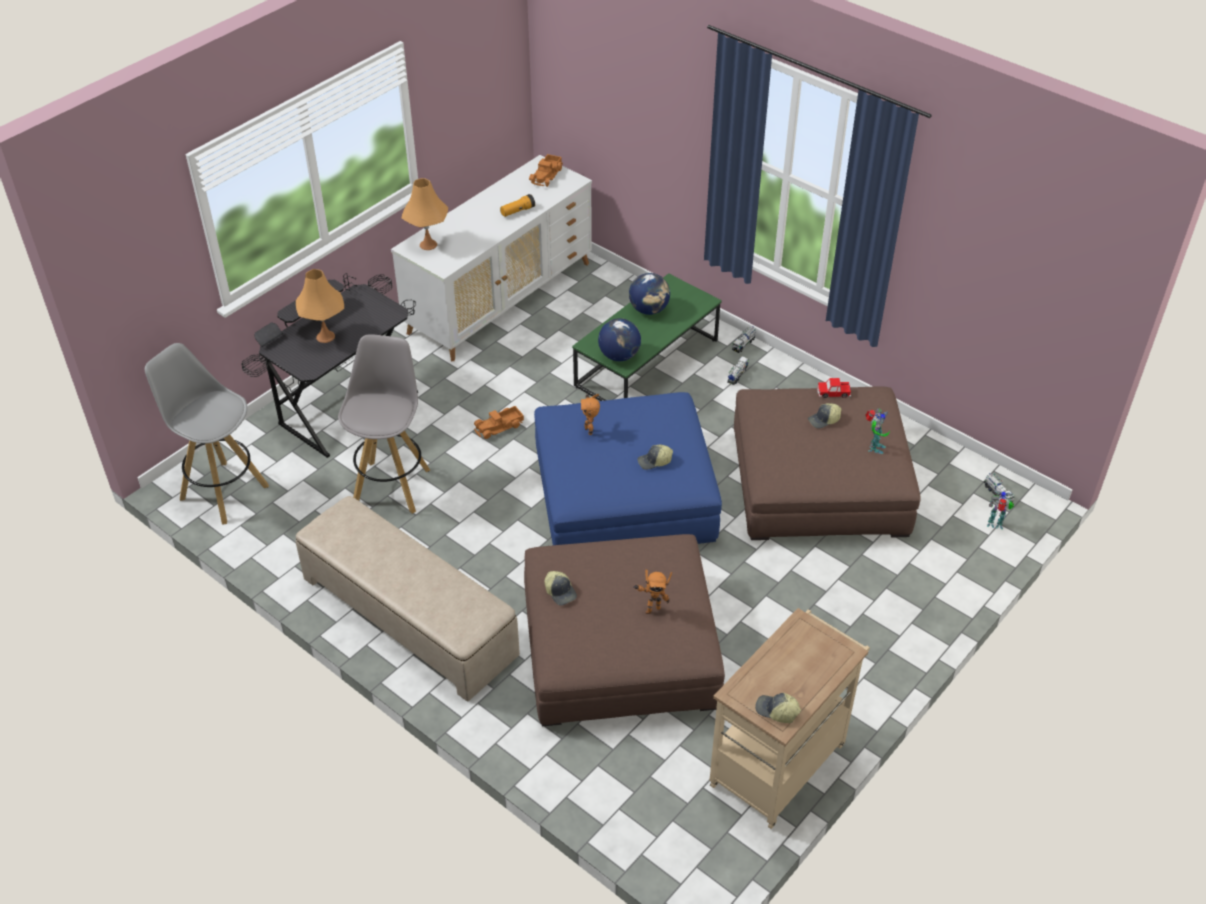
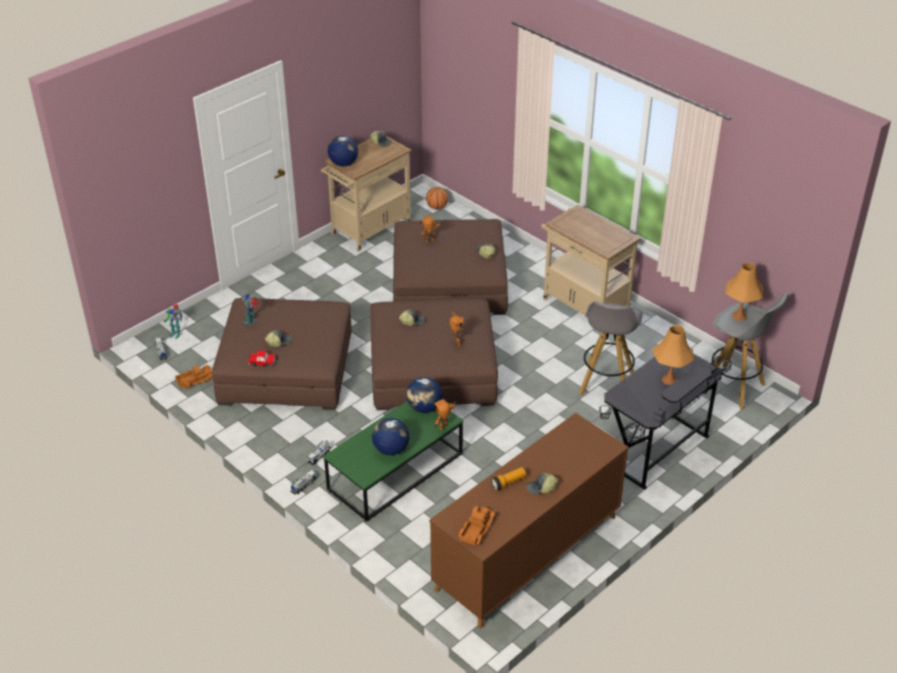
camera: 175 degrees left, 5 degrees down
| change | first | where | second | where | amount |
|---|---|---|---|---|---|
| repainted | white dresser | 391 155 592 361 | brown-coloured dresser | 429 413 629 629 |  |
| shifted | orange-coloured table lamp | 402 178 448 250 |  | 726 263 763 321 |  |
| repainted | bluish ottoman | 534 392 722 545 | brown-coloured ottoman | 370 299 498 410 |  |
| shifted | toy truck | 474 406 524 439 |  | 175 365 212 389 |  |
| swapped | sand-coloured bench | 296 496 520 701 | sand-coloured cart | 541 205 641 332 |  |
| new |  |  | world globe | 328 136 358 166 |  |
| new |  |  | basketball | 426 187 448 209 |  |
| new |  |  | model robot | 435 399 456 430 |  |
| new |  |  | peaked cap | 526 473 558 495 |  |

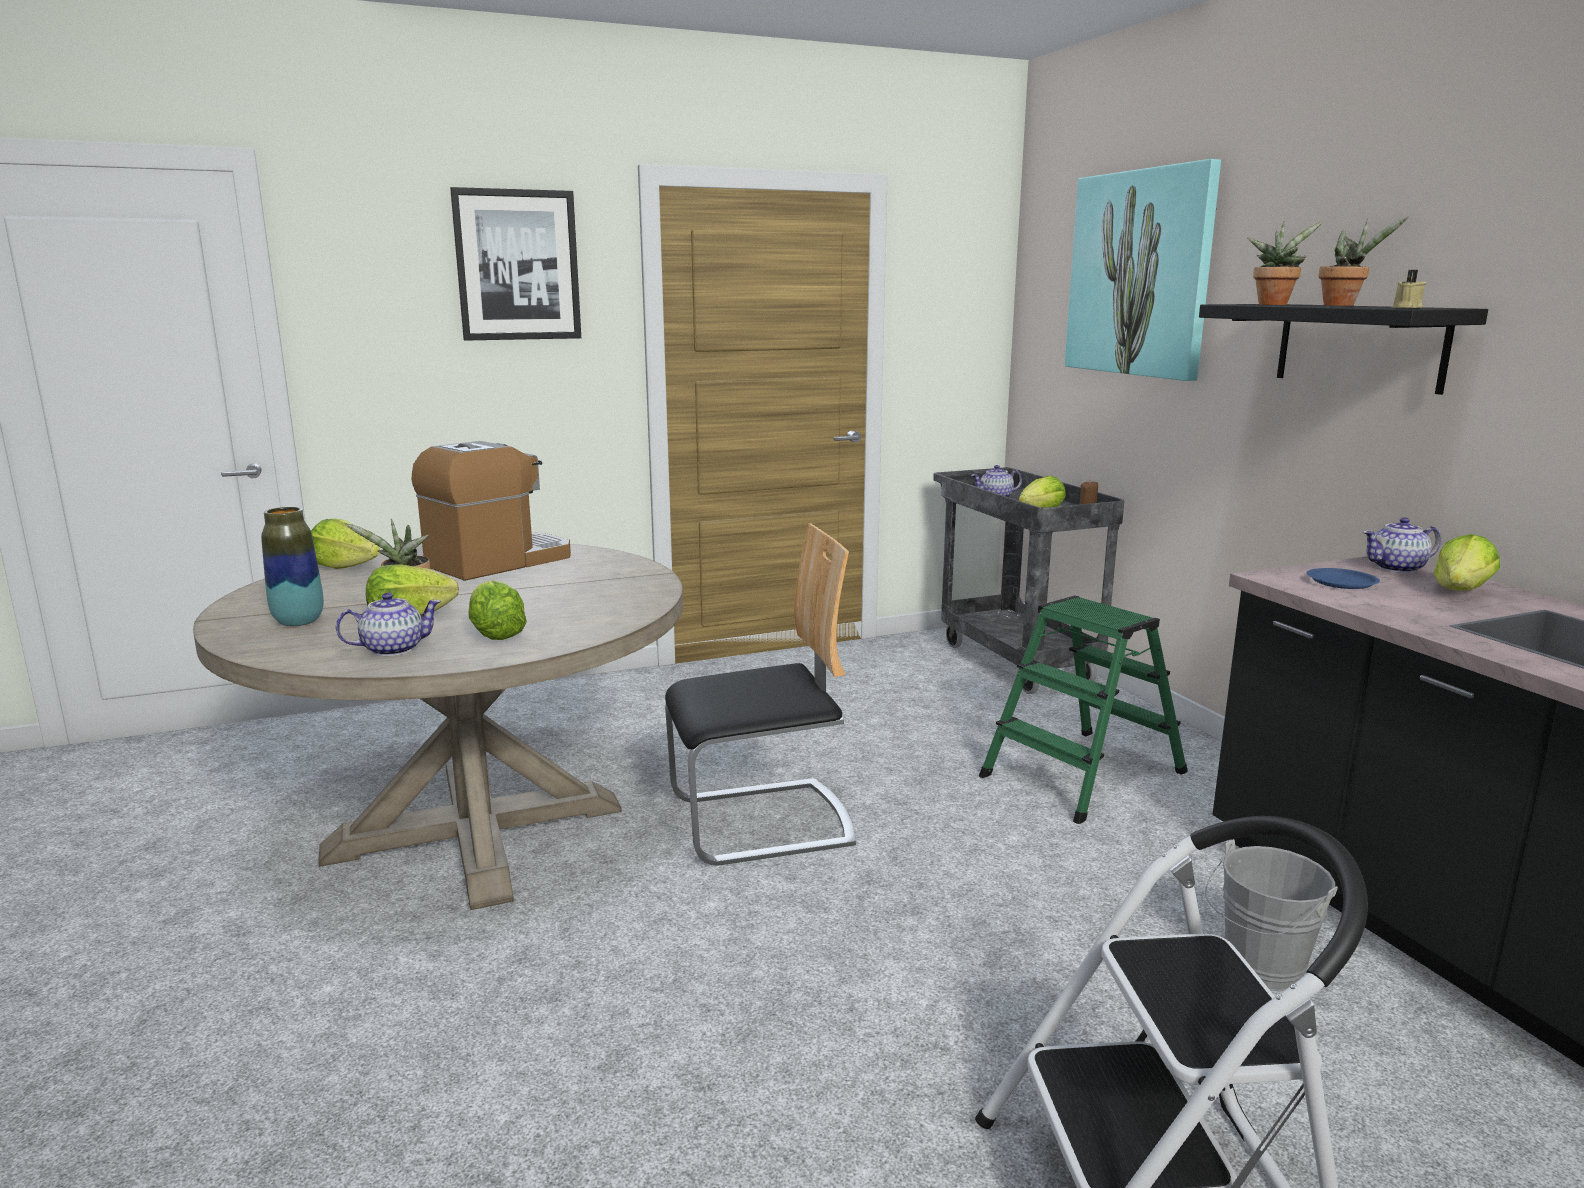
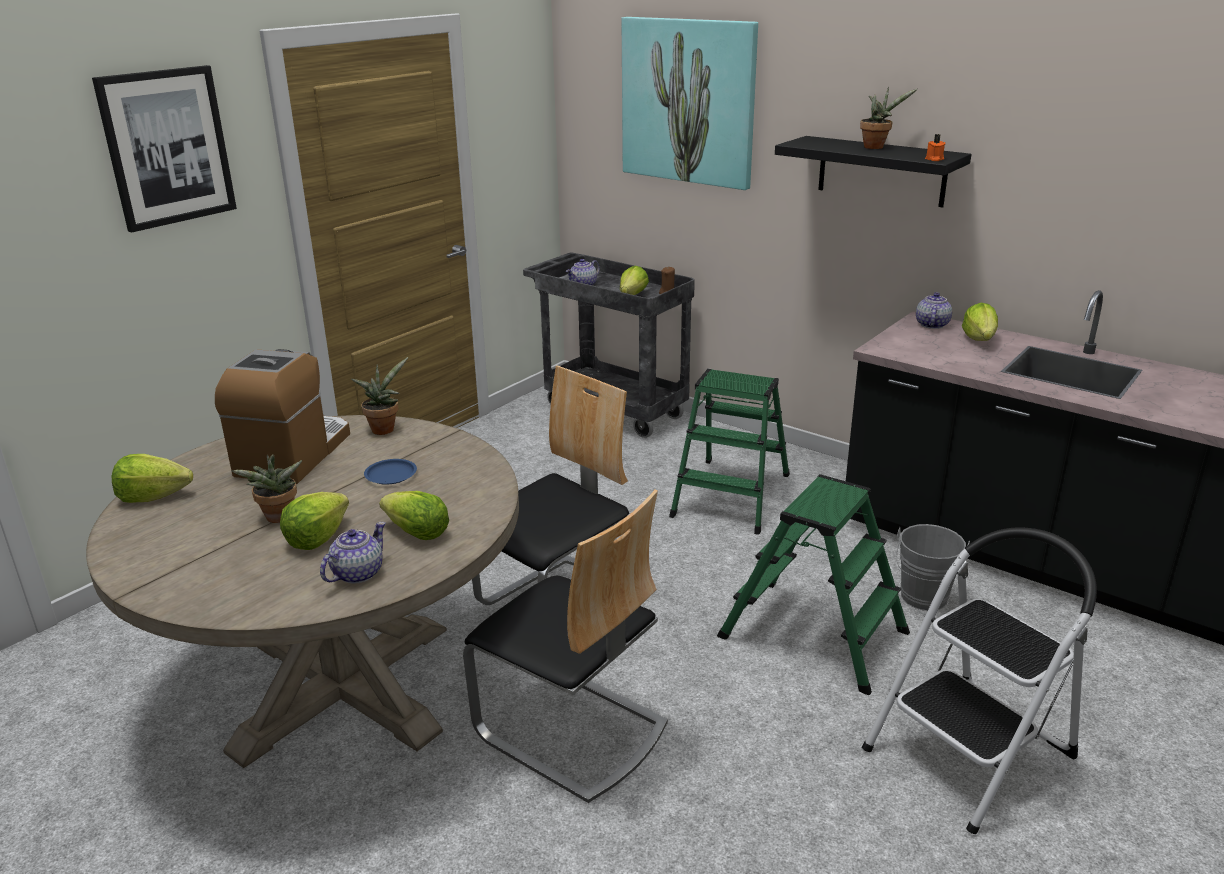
camera: 30 degrees left, 10 degrees up
| change | first | where | second | where | amount |
|---|---|---|---|---|---|
| shifted | houseplant | 1247 222 1323 305 |  | 351 357 408 435 |  |
| repainted | sand-coloured wax light | 1392 270 1426 308 | orange-coloured wax light | 925 134 946 161 |  |
| gone | vase | 261 507 324 626 |  |  |  |
| rotated | tea pot | 1363 517 1441 573 |  | 916 292 952 329 | 150 degrees clockwise |
| shifted | bluish flat dish | 1307 568 1380 589 |  | 364 459 417 485 |  |
| new |  |  | greenish step ladder | 717 474 910 695 |  |
| new |  |  | upright chair | 463 489 668 803 |  |

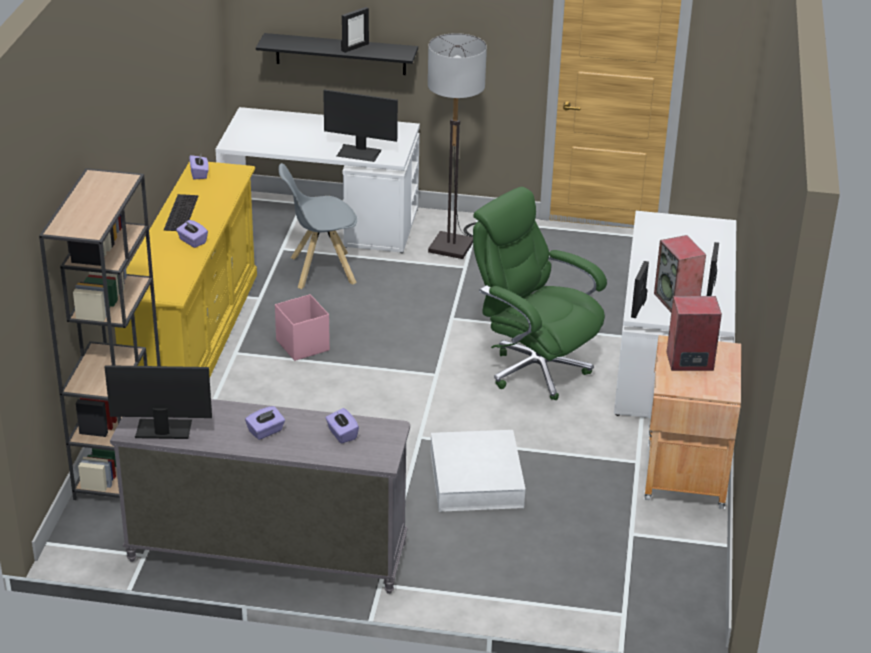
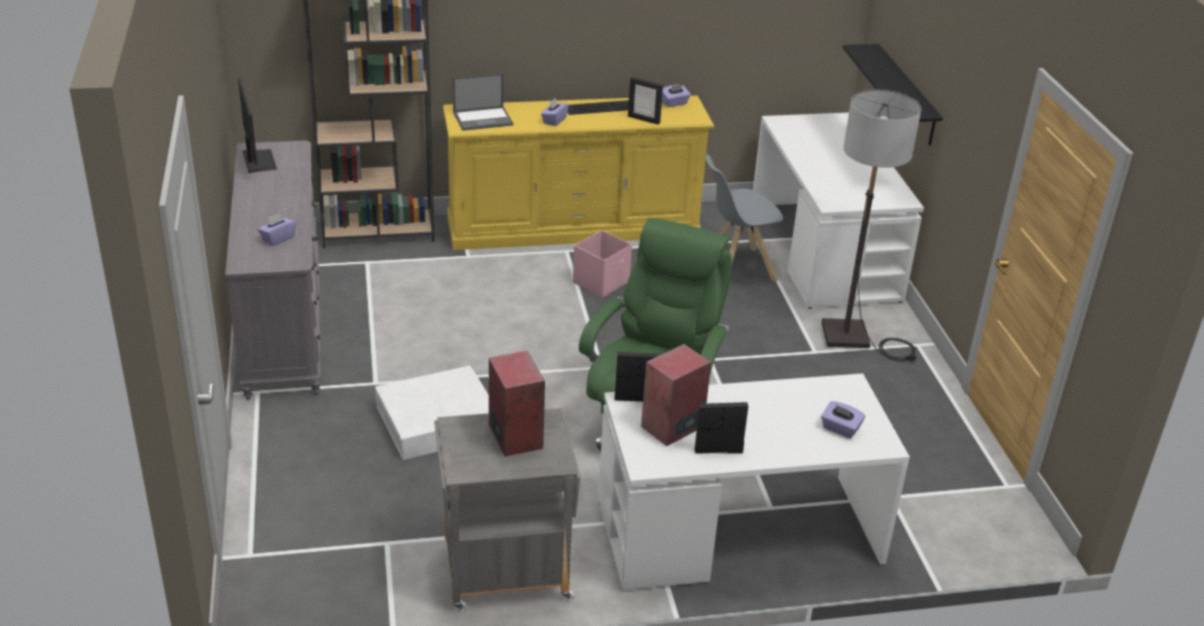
camera: 70 degrees right, 0 degrees up
| change | first | where | second | where | amount |
|---|---|---|---|---|---|
| shifted | picture frame | 341 7 369 53 |  | 628 77 663 125 |  |
| gone | monitor | 323 89 398 162 |  |  |  |
| rotated | grey upright chair | 279 163 357 289 |  | 705 154 783 282 | 75 degrees counterclockwise |
| repainted | brown-coloured cart | 644 335 741 509 | grey cart | 434 408 580 612 |  |
| shifted | purplish tissue holder | 245 406 285 440 |  | 821 401 865 438 |  |
| new |  |  | portable computer | 453 73 513 131 |  |

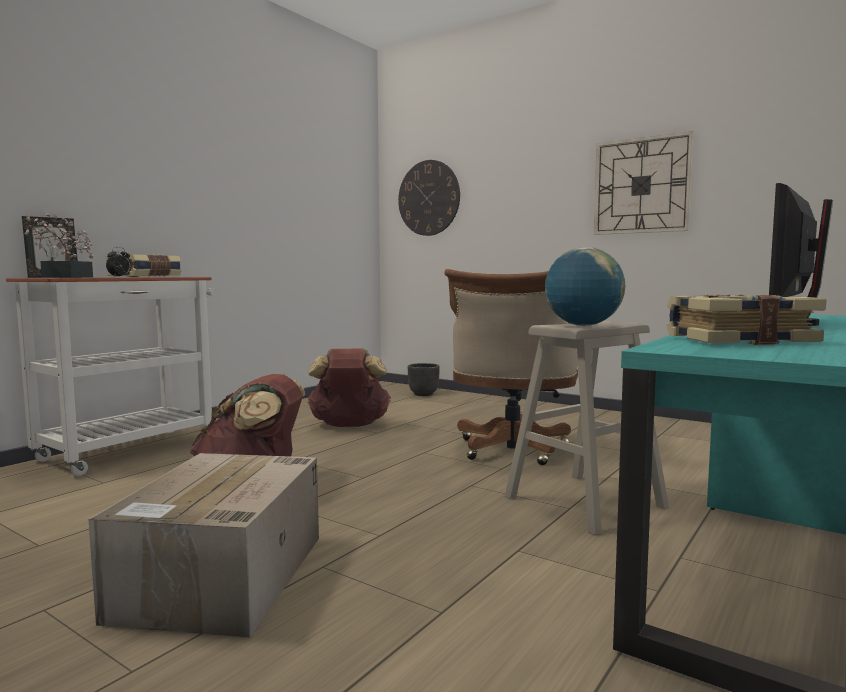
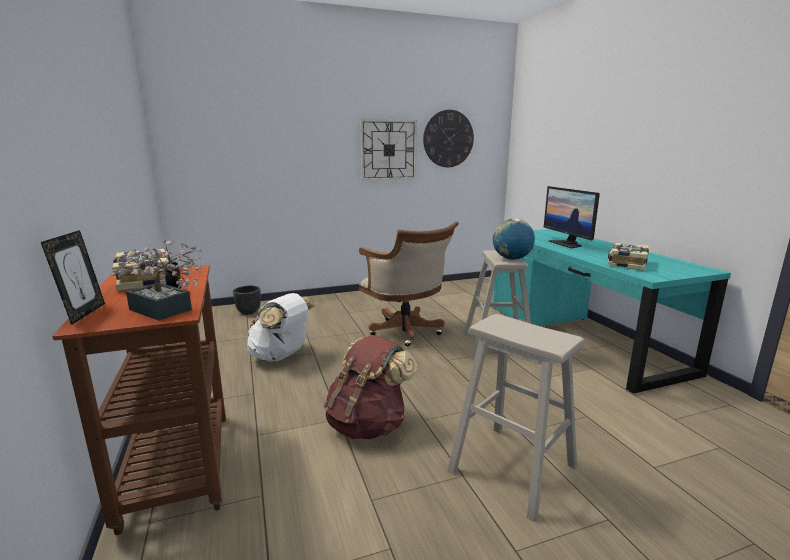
camera: 55 degrees left, 10 degrees up
| change | first | where | second | where | amount |
|---|---|---|---|---|---|
| shifted | hanging clock | 398 160 460 236 |  | 423 110 474 167 |  |
| repainted | white cart | 6 277 215 476 | brown-coloured cart | 52 265 226 535 |  |
| repainted | brown-coloured knapsack | 307 348 391 427 | white knapsack | 247 293 315 362 |  |
| swapped | carton | 89 453 319 638 | sand-coloured stool seat | 447 314 585 522 |  |

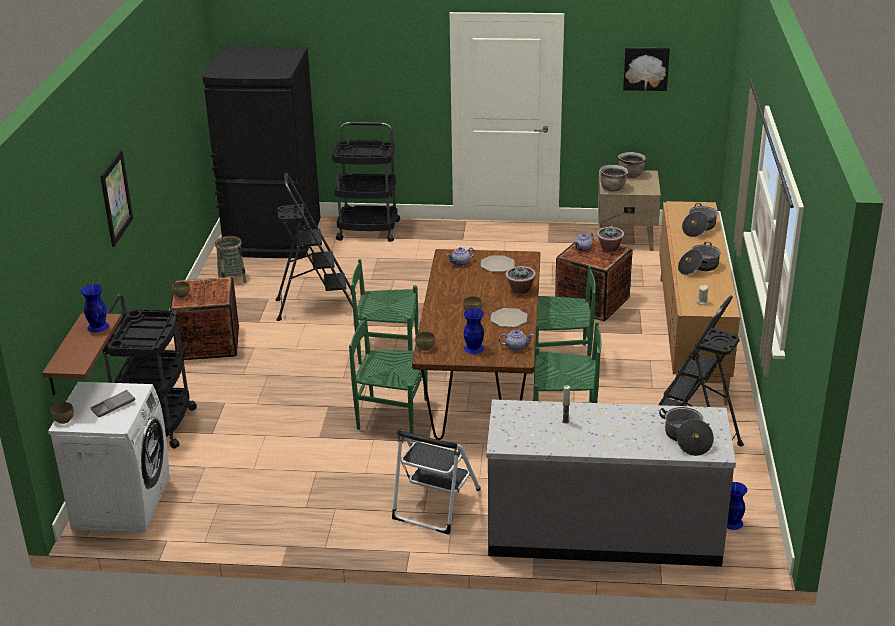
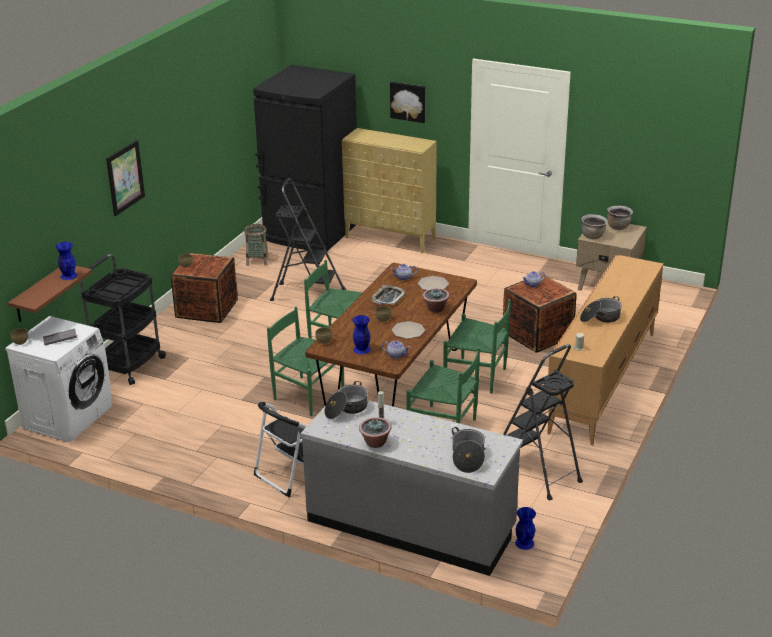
camera: 20 degrees right, 0 degrees up
| change | first | where | second | where | amount |
|---|---|---|---|---|---|
| shifted | wall art | 623 48 670 91 |  | 390 82 425 123 |  |
| swapped | blackish cart | 332 122 400 242 | sand-coloured dresser | 342 128 437 253 |  |
| shifted | cooking pot | 682 203 718 237 |  | 325 381 368 419 |  |
| shifted | houseplant | 597 227 625 252 |  | 359 417 391 448 |  |
| new |  |  | tray | 371 285 406 305 |  |

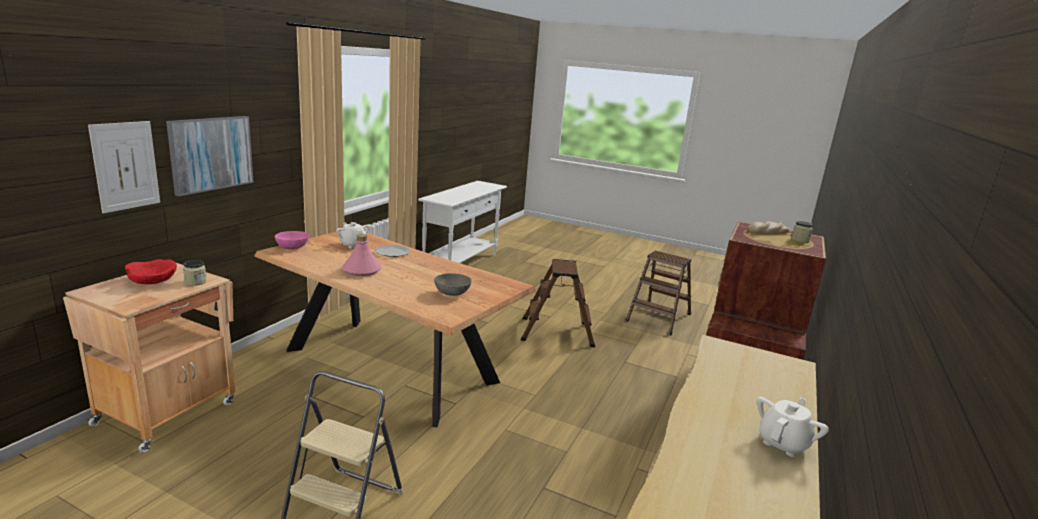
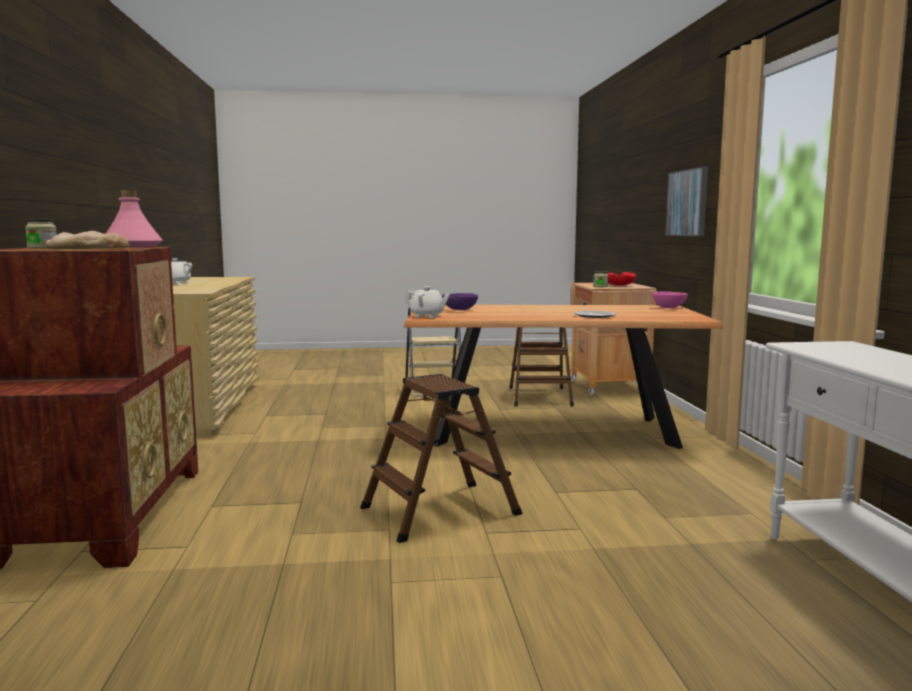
camera: 150 degrees right, 10 degrees down
| change | first | where | second | where | amount |
|---|---|---|---|---|---|
| gone | wall art | 88 121 160 213 |  |  |  |
| shifted | white tea pot | 336 222 370 248 |  | 405 286 451 318 |  |
| shifted | pinkish beverage bottle | 342 234 382 276 |  | 106 190 163 247 |  |
| shifted | brown-coloured step ladder | 625 250 692 336 |  | 509 327 574 407 |  |
| repainted | grey deep dish | 434 273 471 296 | purplish deep dish | 442 293 478 310 |  |

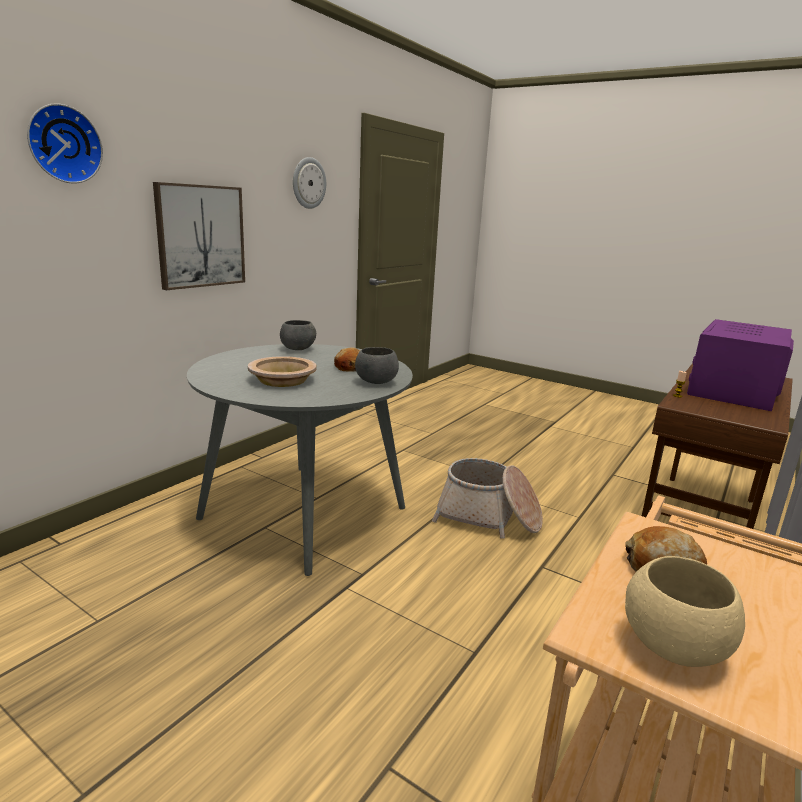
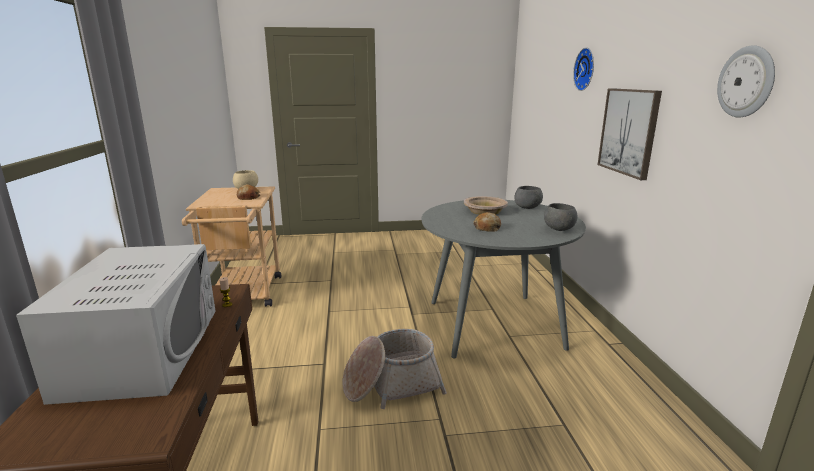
camera: 140 degrees right, 0 degrees up
| change | first | where | second | where | amount |
|---|---|---|---|---|---|
| repainted | purplish microwave oven | 687 319 794 411 | white microwave oven | 16 244 216 405 |  |
| shifted | grey deep dish | 355 347 399 384 |  | 514 186 543 209 |  |

